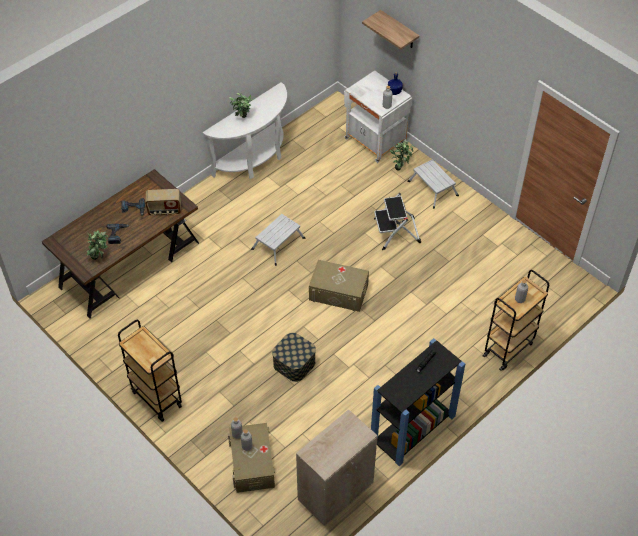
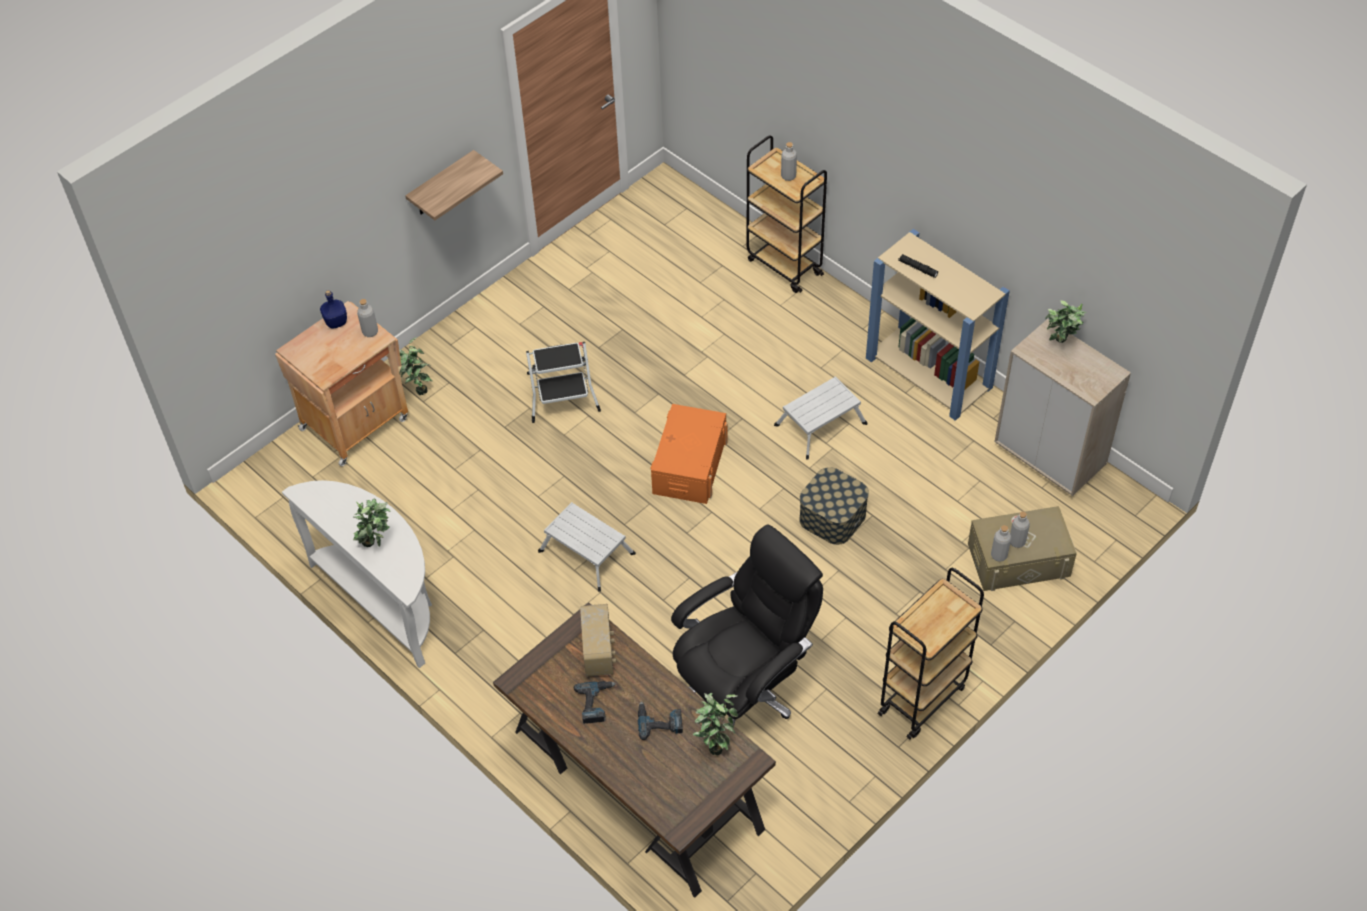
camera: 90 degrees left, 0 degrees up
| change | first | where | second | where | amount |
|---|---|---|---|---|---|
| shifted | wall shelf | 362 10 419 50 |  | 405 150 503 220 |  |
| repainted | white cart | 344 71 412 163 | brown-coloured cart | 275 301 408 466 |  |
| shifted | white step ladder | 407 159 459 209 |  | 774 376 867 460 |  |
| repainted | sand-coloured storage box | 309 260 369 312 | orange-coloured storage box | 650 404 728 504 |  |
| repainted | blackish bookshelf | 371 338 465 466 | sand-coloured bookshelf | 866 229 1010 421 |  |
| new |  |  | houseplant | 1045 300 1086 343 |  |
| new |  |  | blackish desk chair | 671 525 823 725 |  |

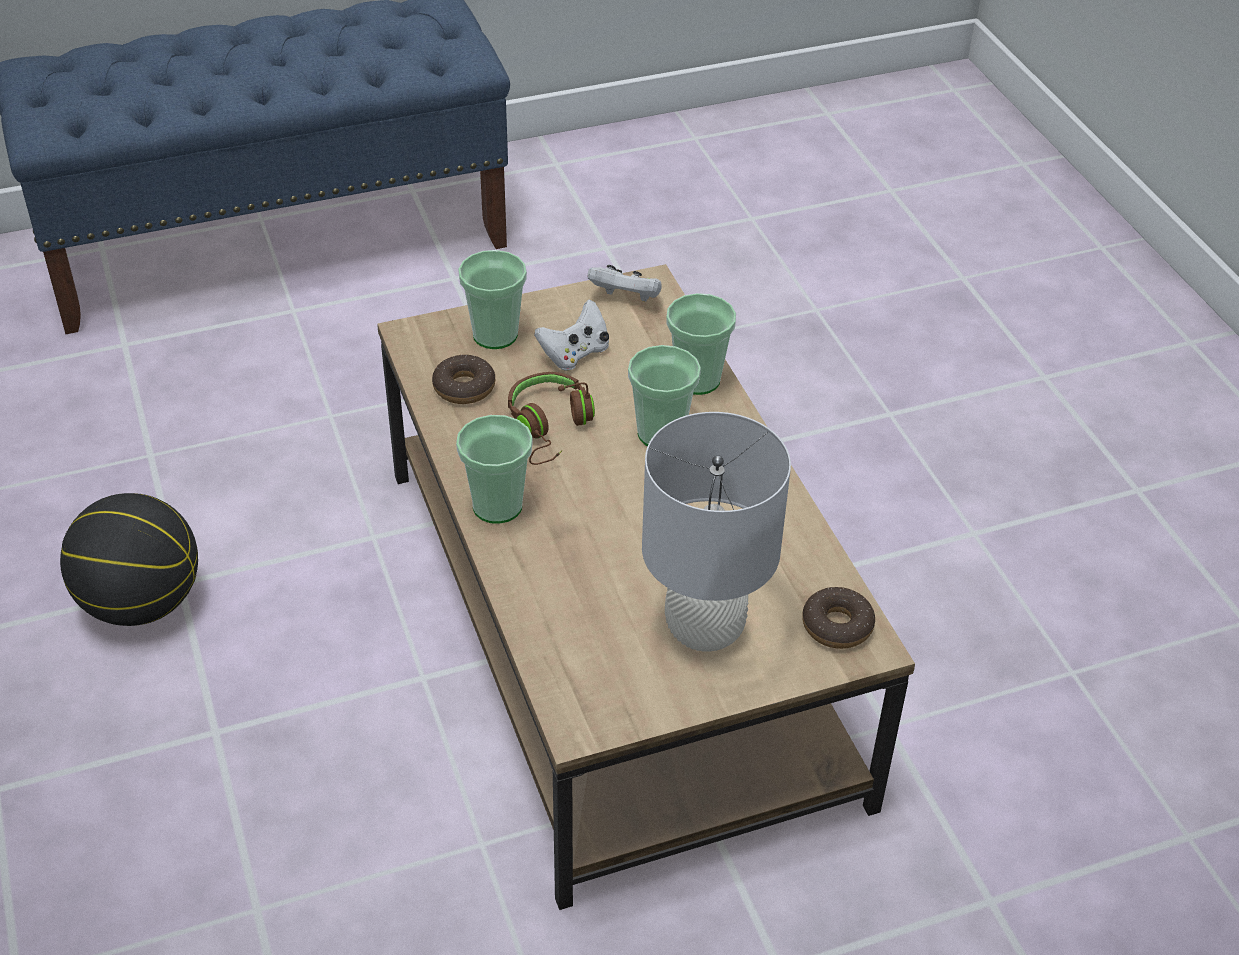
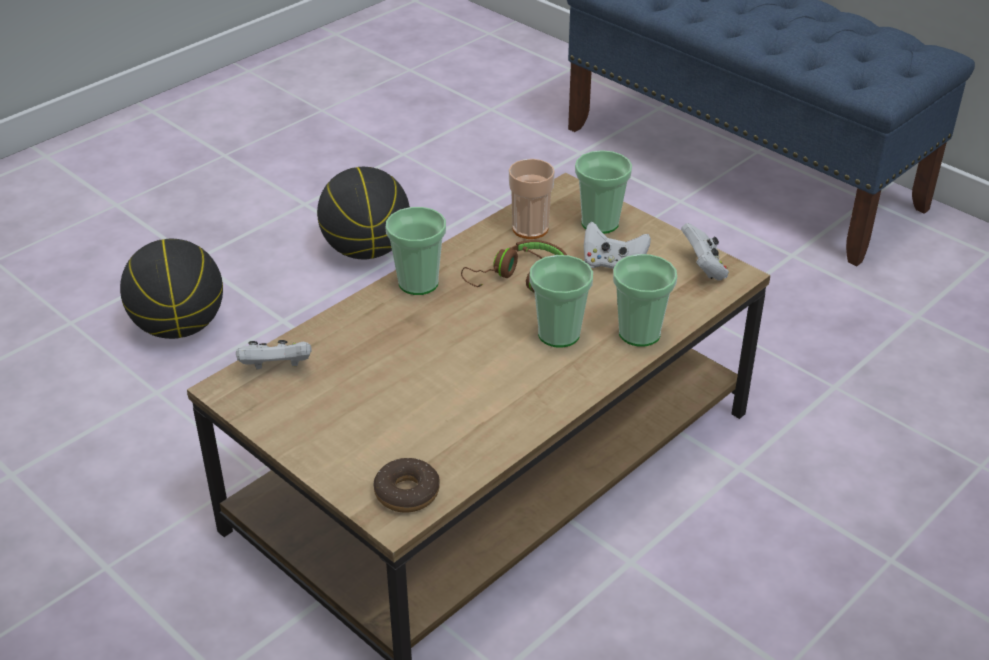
camera: 65 degrees right, 5 degrees down
| change | first | where | second | where | amount |
|---|---|---|---|---|---|
| swapped | doughnut | 432 355 495 404 | cup | 509 159 555 239 |  |
| gone | grey table lamp | 642 412 791 652 |  |  |  |
| new |  |  | basketball | 120 239 223 339 |  |
| new |  |  | white game controller | 236 340 312 369 |  |

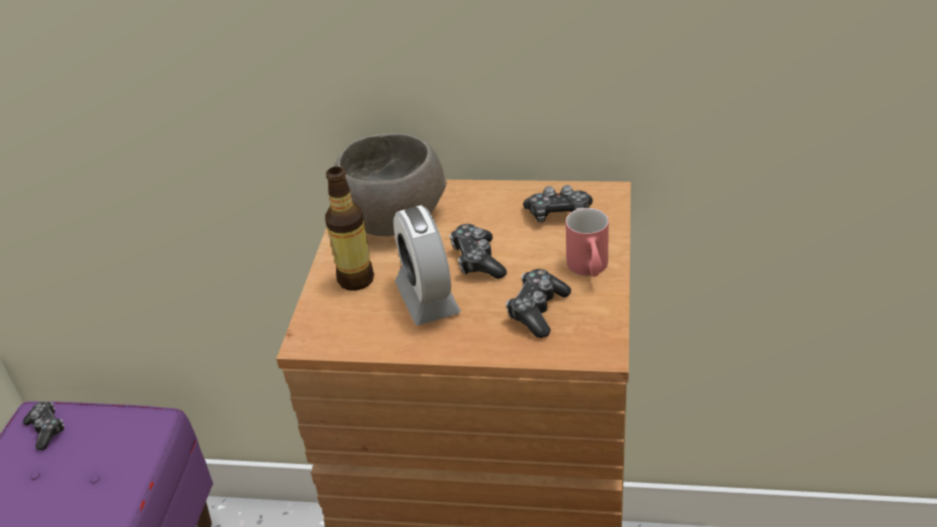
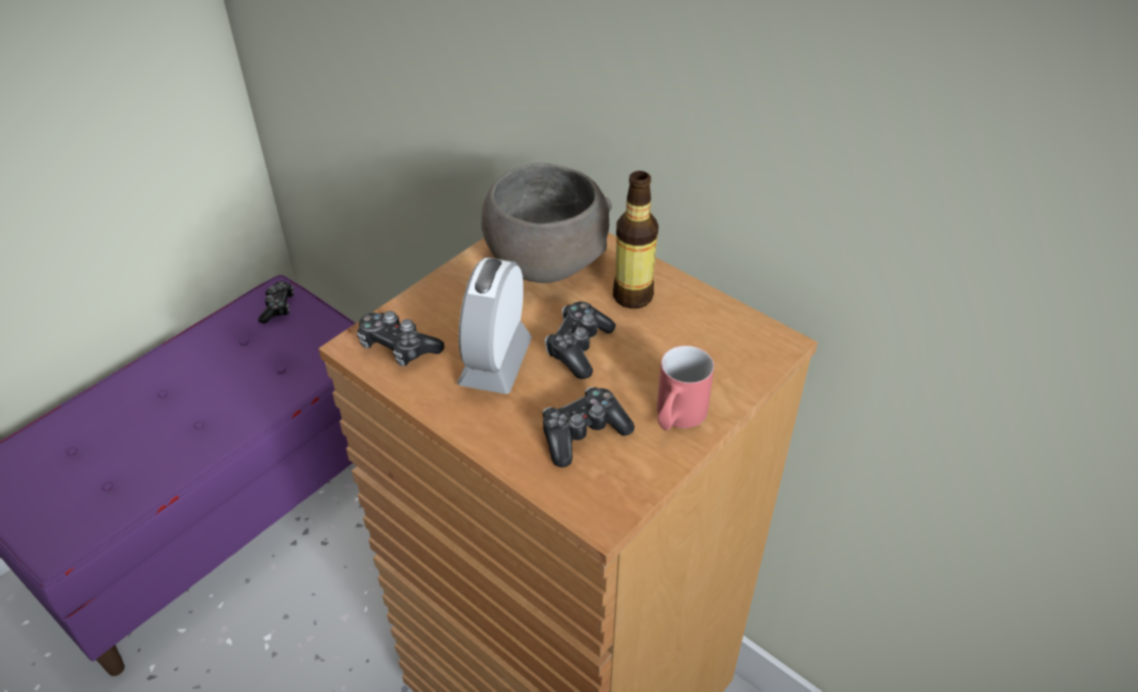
camera: 30 degrees right, 5 degrees up
| change | first | where | second | where | amount |
|---|---|---|---|---|---|
| shifted | beverage bottle | 325 167 374 291 |  | 613 171 659 309 |  |
| shifted | game controller | 523 185 593 223 |  | 357 311 444 366 |  |

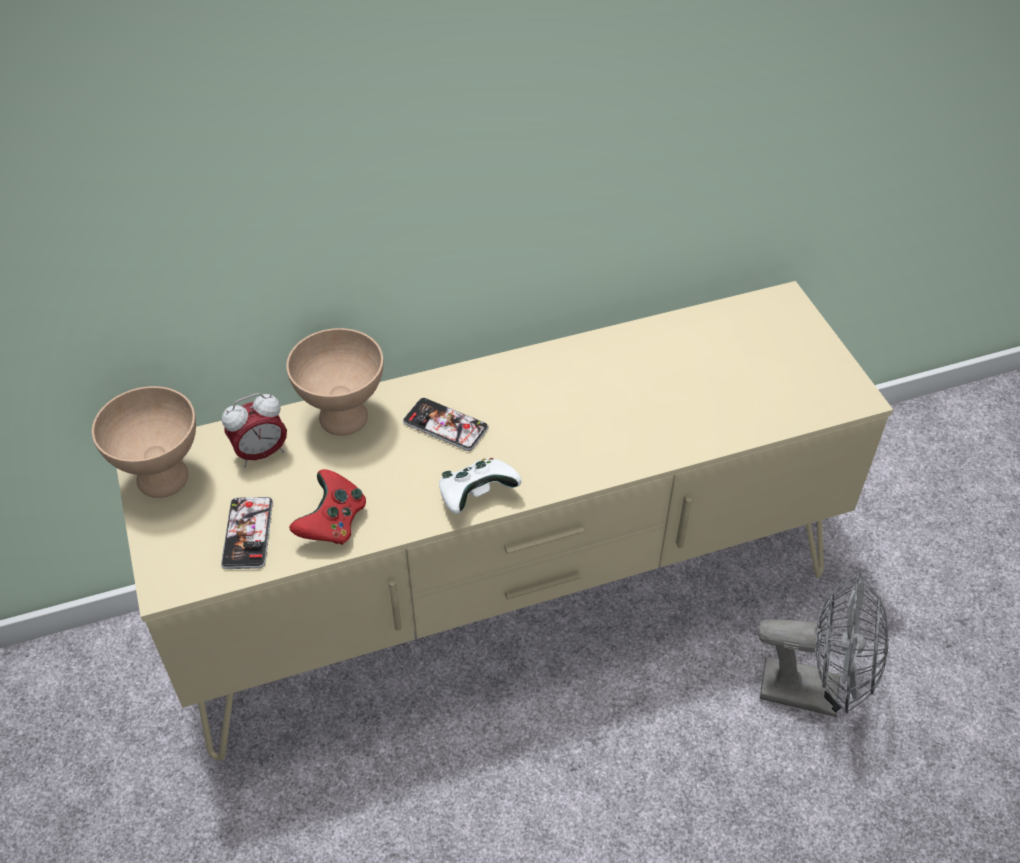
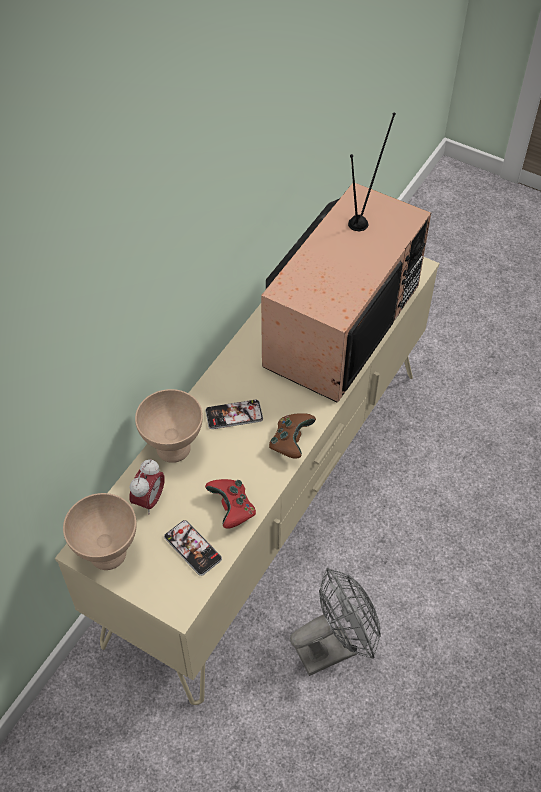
camera: 40 degrees left, 5 degrees up
| change | first | where | second | where | amount |
|---|---|---|---|---|---|
| repainted | white game controller | 439 458 522 514 | brown-coloured game controller | 269 413 316 459 |  |
| shifted | grey cooling fan | 757 572 888 717 |  | 290 568 381 676 |  |
| new |  |  | TV | 261 113 431 402 |  |

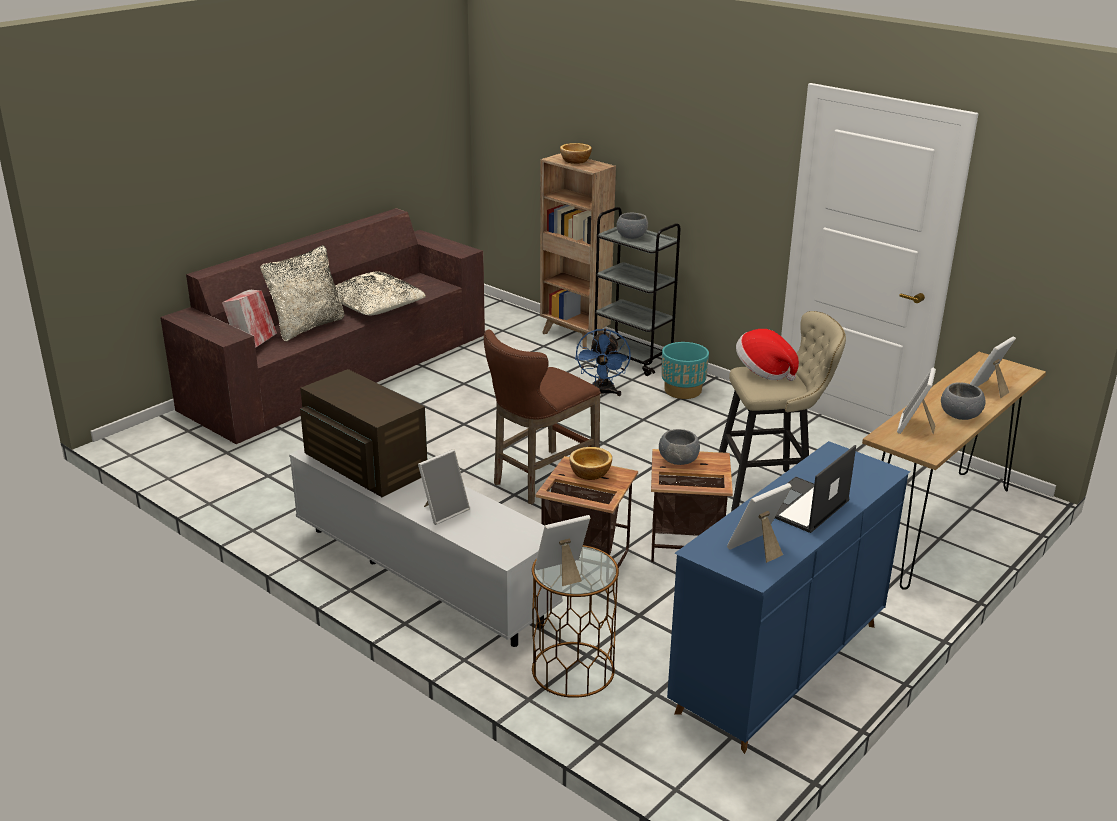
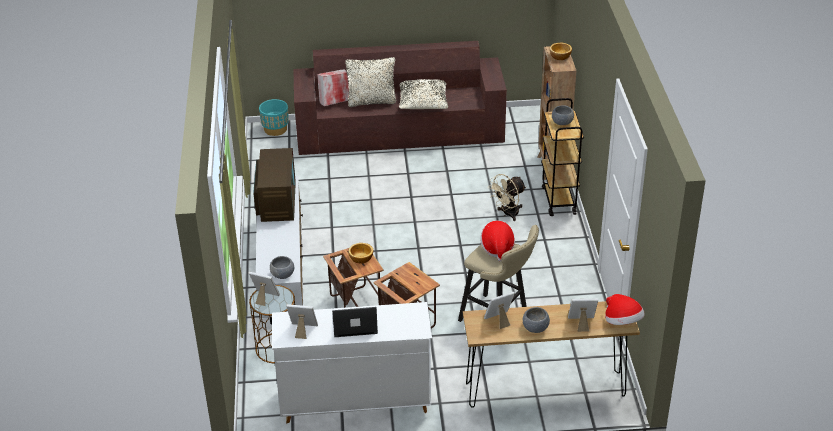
camera: 45 degrees right, 10 degrees up
| change | first | where | second | where | amount |
|---|---|---|---|---|---|
| repainted | grey cart | 594 207 680 376 | brown-coloured cart | 541 98 584 216 |  |
| gone | brown-coloured stool seat | 484 329 601 504 |  |  |  |
| repainted | bluish cooling fan | 575 329 631 396 | sand-coloured cooling fan | 488 174 526 221 |  |
| shifted | turquoise plant pot | 662 342 709 399 |  | 259 99 289 136 |  |
| shifted | grey deep dish | 659 429 700 465 |  | 270 256 294 279 |  |
| repainted | bluish storage cabinet | 667 441 910 754 | white storage cabinet | 272 302 432 424 |  |
| gone | picture frame | 418 449 470 525 |  |  |  |
| new |  |  | clothing hat | 605 294 645 325 |  |

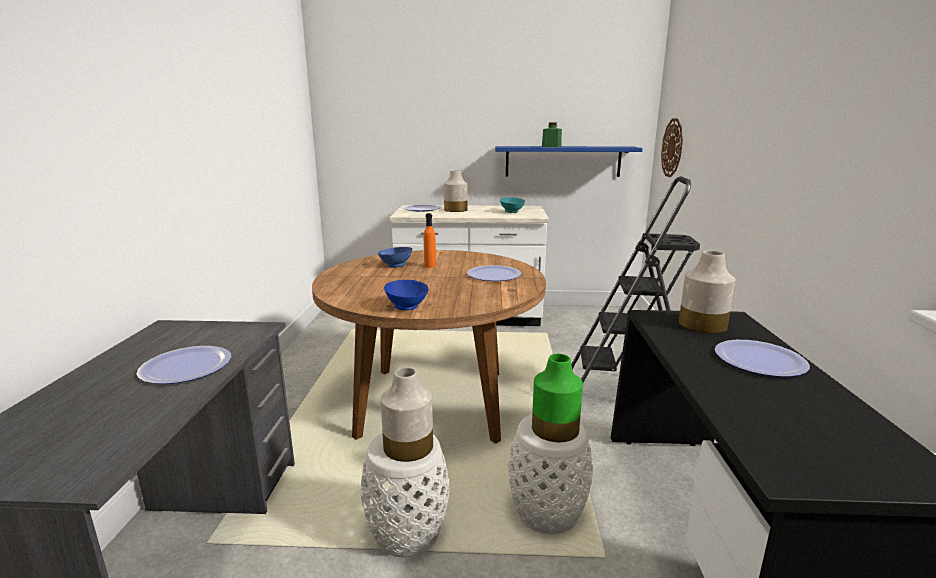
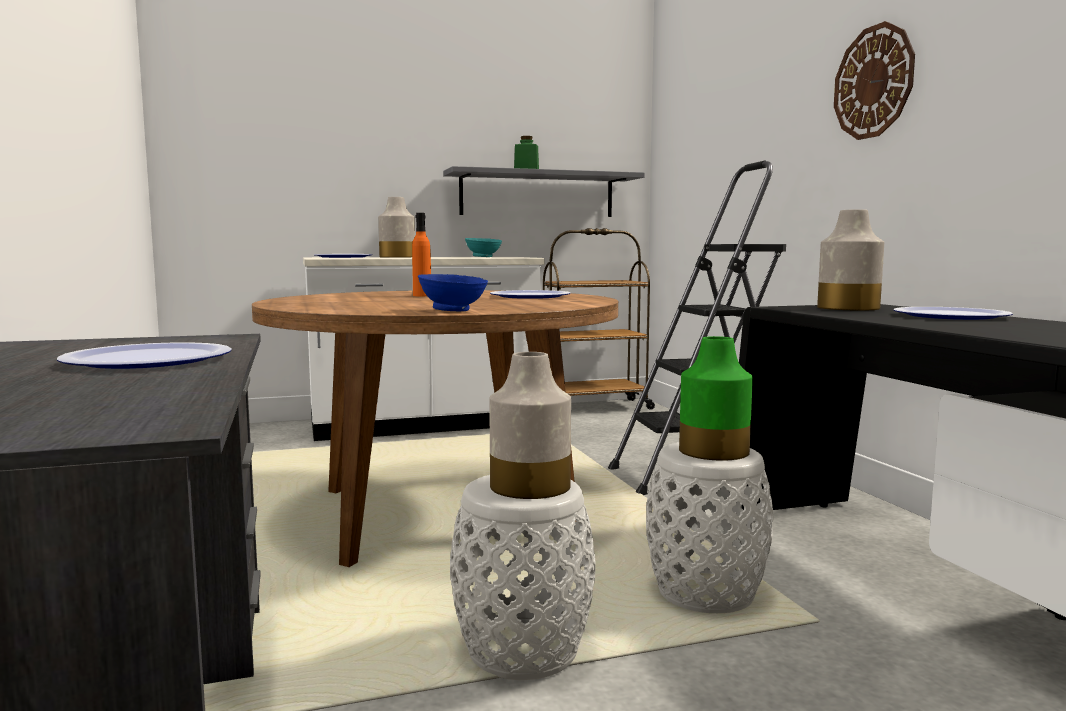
camera: 20 degrees left, 10 degrees down
| change | first | where | second | where | amount |
|---|---|---|---|---|---|
| shifted | hanging clock | 661 118 683 177 |  | 834 21 915 140 |  |
| repainted | bluish wall shelf | 495 146 643 177 | grey wall shelf | 443 166 644 217 |  |
| gone | bluish deep dish | 378 247 413 268 |  |  |  |
| new |  |  | brown-coloured cart | 543 228 655 410 |  |

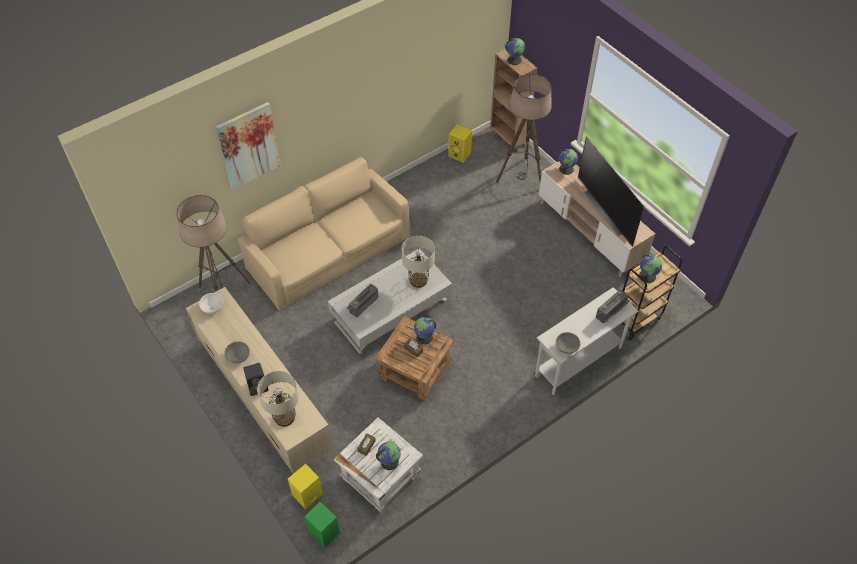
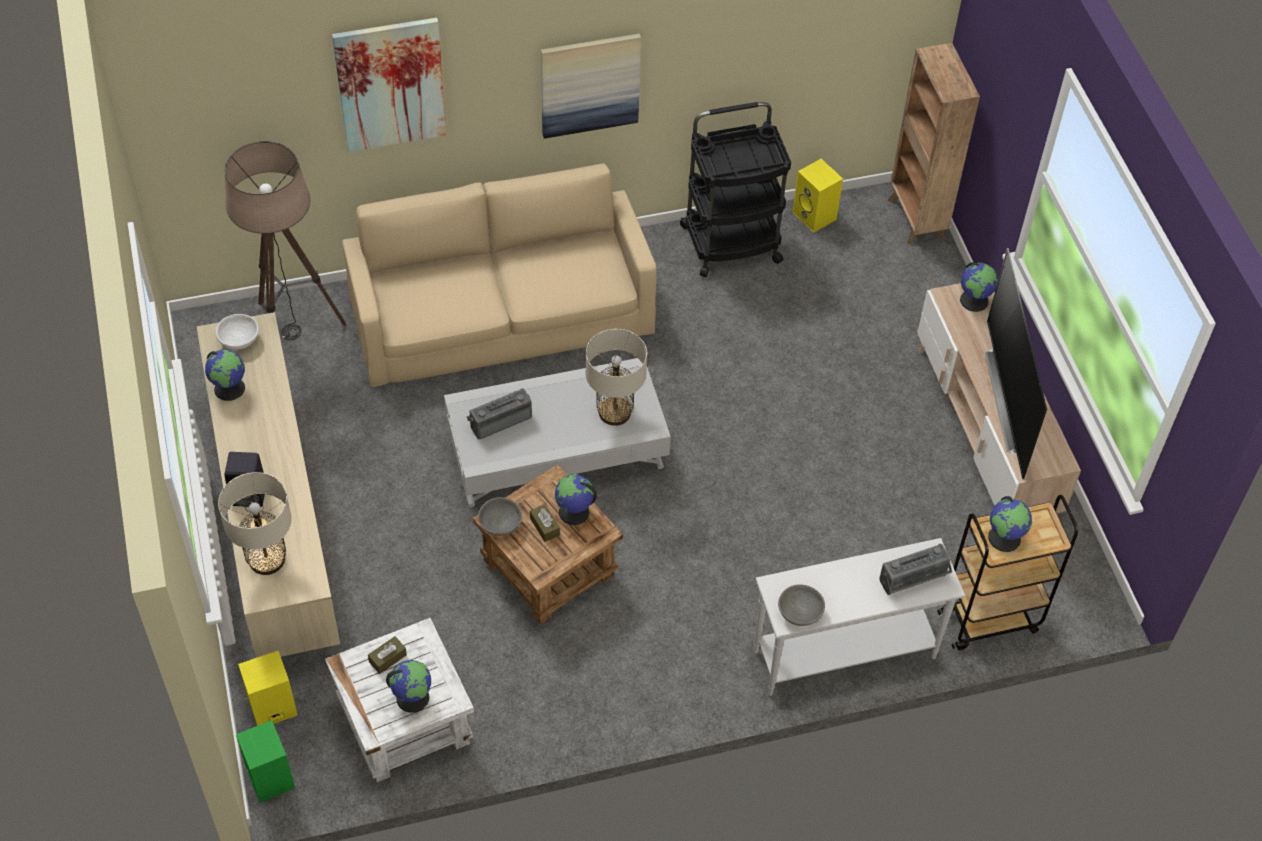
camera: 20 degrees right, 0 degrees up
| change | first | where | second | where | amount |
|---|---|---|---|---|---|
| shifted | world globe | 505 38 525 65 |  | 205 349 245 401 |  |
| gone | standard lamp | 496 74 552 183 |  |  |  |
| shifted | grey deep dish | 224 341 250 364 |  | 478 497 522 536 |  |
| new |  |  | wall art | 541 34 641 139 |  |
| new |  |  | blackish cart | 680 102 791 277 |  |

